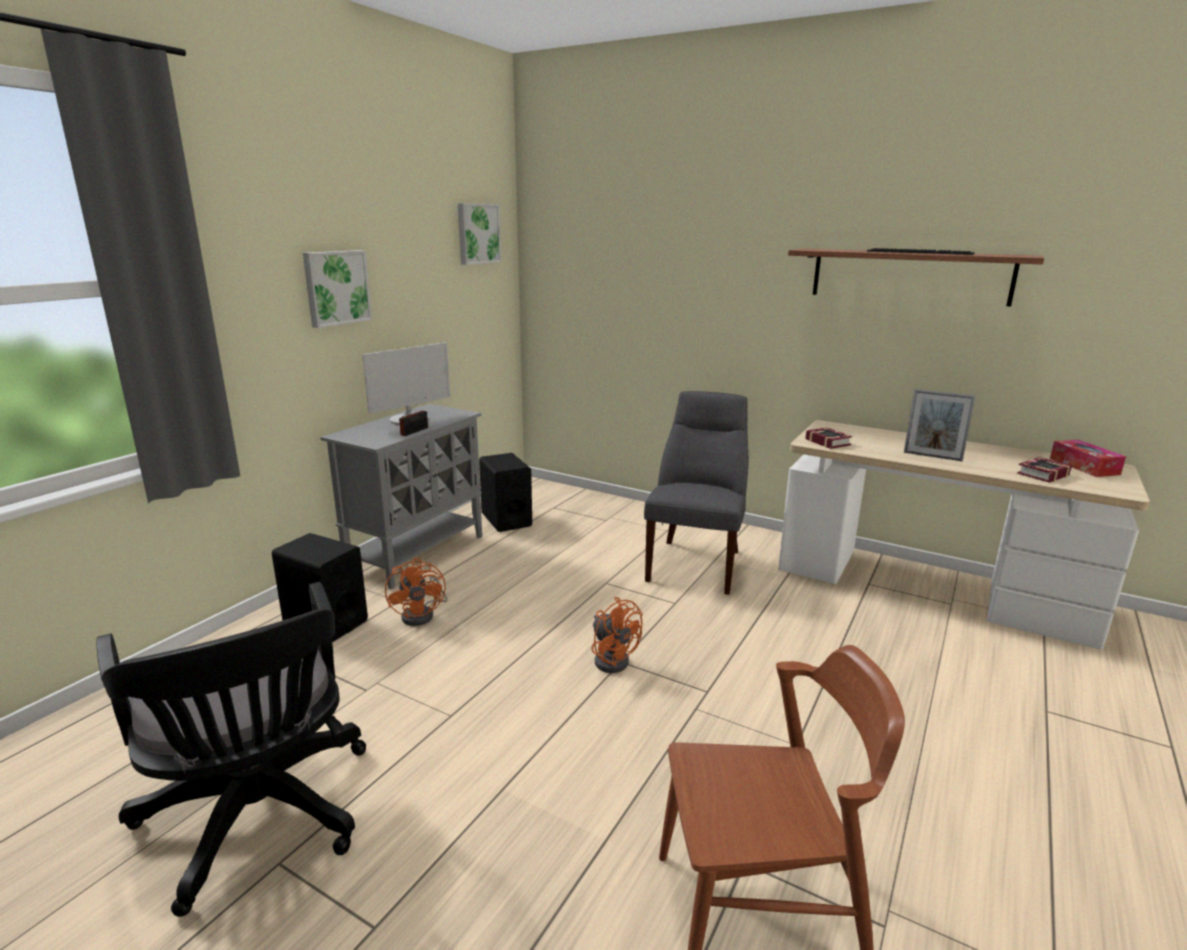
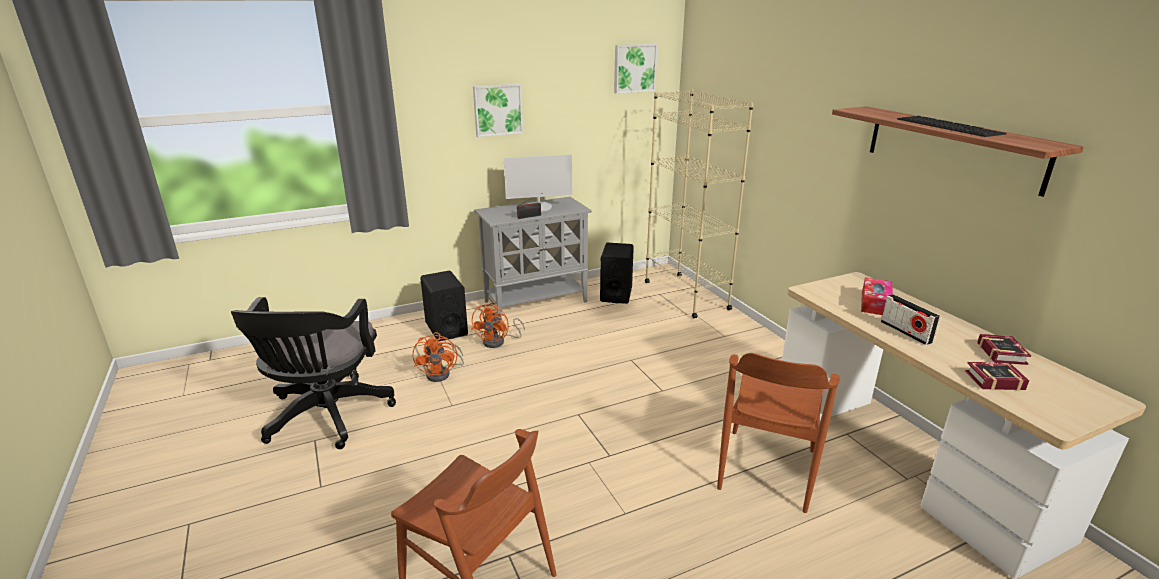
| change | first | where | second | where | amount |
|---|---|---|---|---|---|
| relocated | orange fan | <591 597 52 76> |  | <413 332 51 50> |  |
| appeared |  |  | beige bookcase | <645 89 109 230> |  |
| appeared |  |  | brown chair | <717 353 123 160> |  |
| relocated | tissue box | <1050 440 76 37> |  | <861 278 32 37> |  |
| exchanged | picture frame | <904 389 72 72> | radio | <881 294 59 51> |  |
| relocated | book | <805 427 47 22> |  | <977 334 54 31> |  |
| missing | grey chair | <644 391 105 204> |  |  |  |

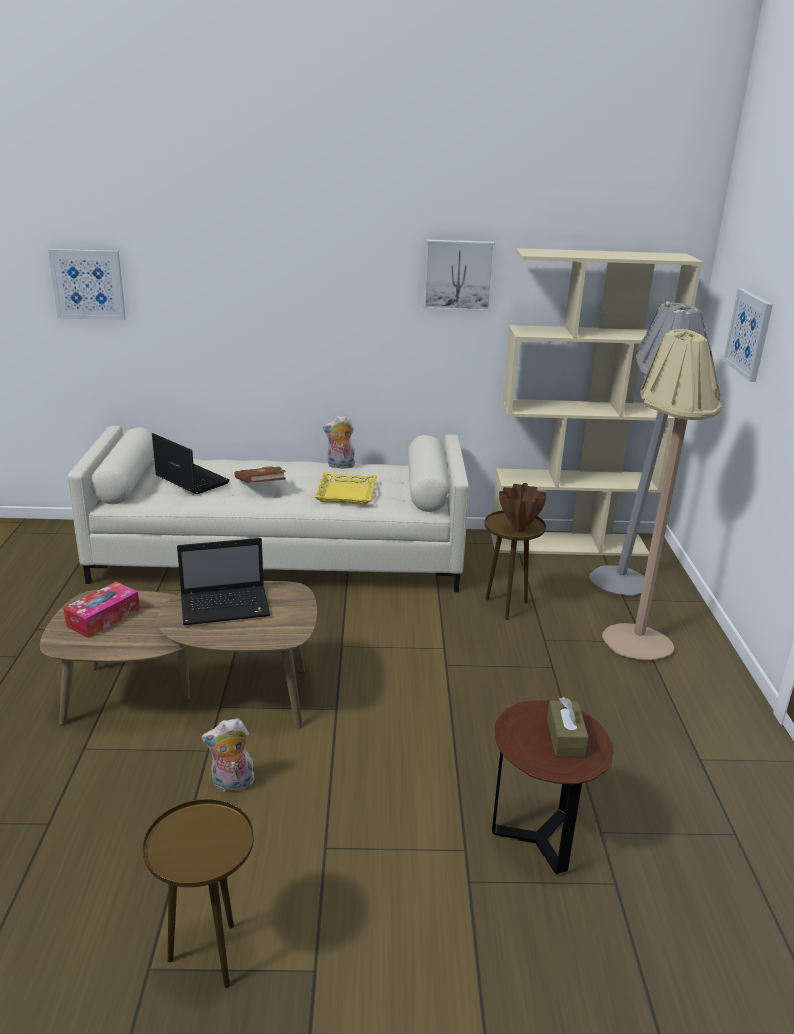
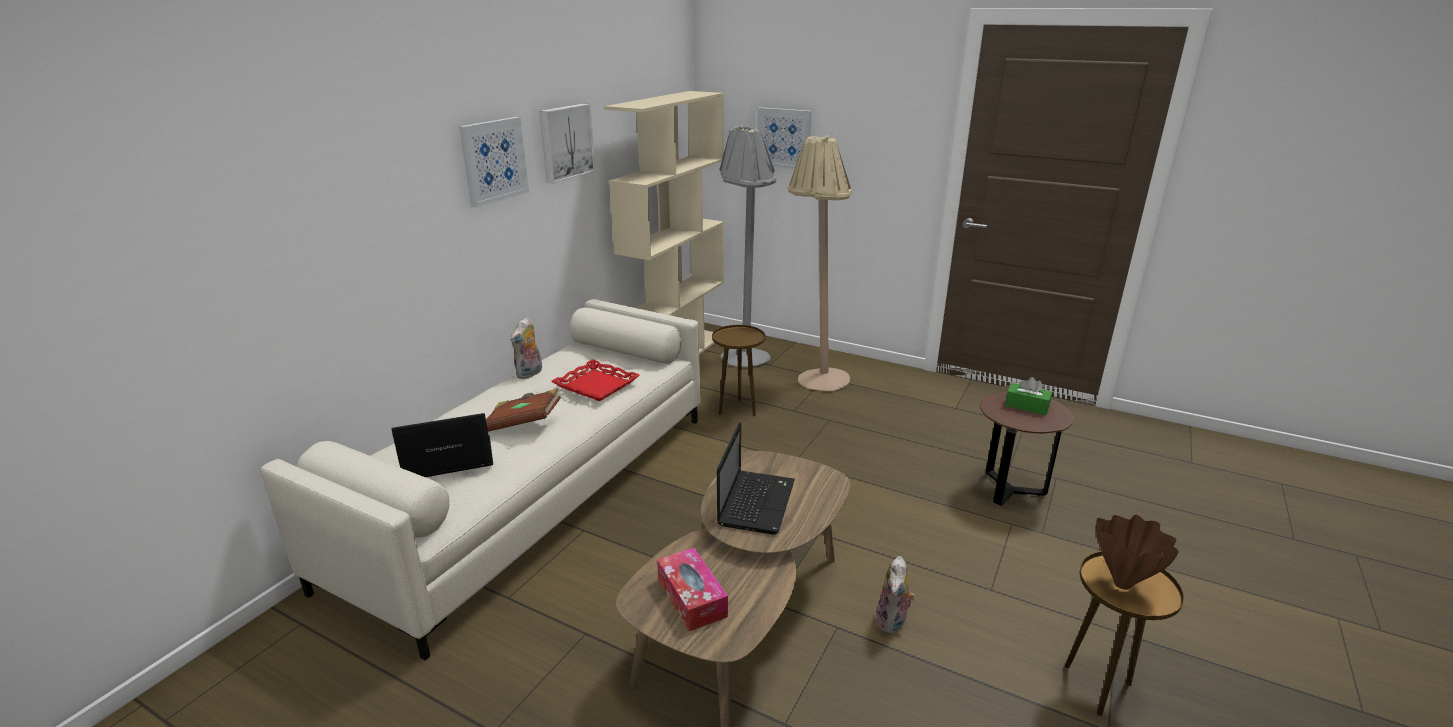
| change | first | where | second | where | amount |
|---|---|---|---|---|---|
| relocated | picture | <48 249 78 71> |  | <459 117 70 91> |  |
| colour | yellow tray | <314 472 63 33> | red tray | <551 359 89 42> |  |
| colour | brown tissue box | <547 697 42 60> | green tissue box | <1005 377 47 38> |  |
| relocated | brown vase | <499 483 47 49> |  | <1096 515 83 75> |  |

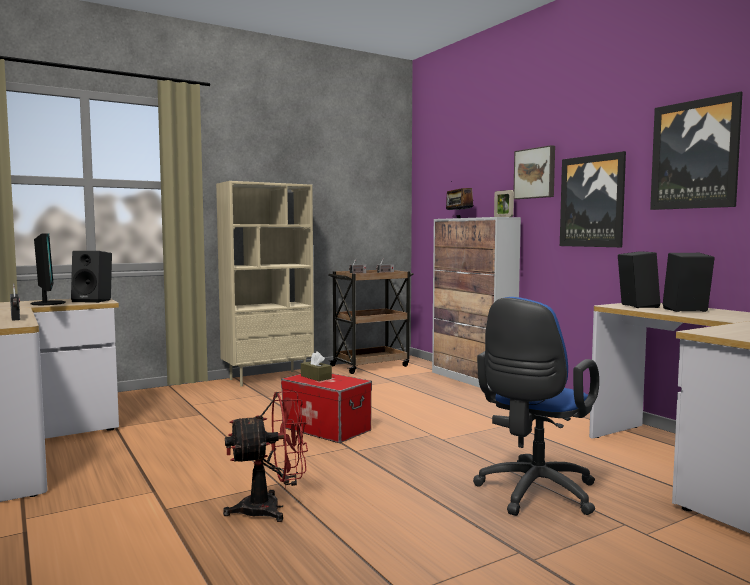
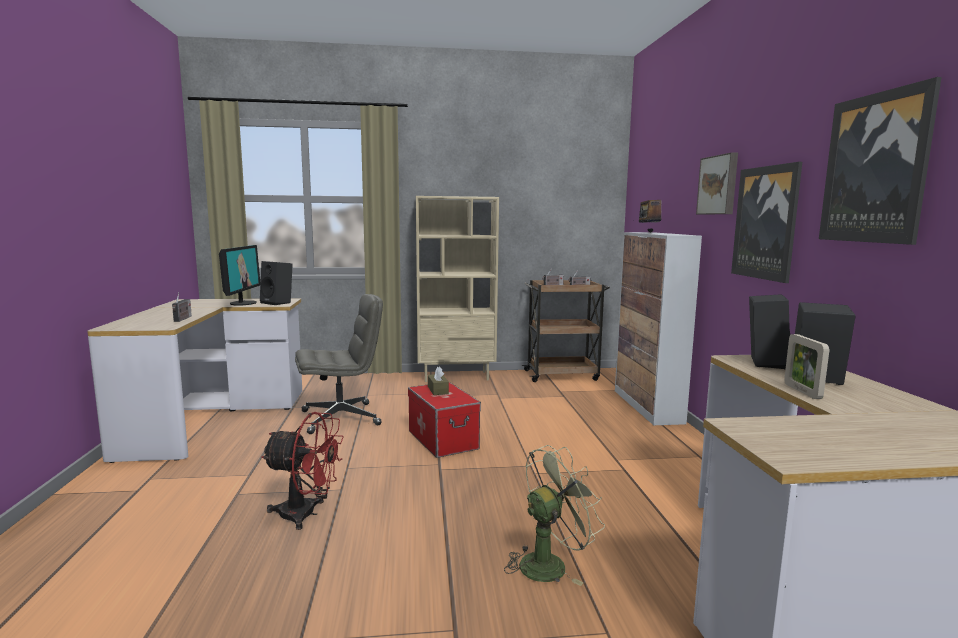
| change | first | where | second | where | amount |
|---|---|---|---|---|---|
| appeared |  |  | grey office chair | <295 294 88 140> |  |
| exchanged | blue office chair | <473 297 126 219> | green fan | <504 445 101 141> |  |
| relocated | picture frame | <494 190 20 27> |  | <784 334 45 65> |  |

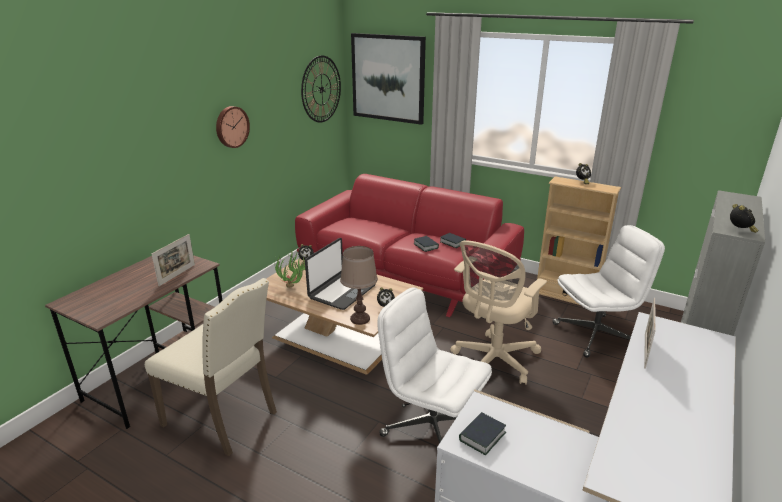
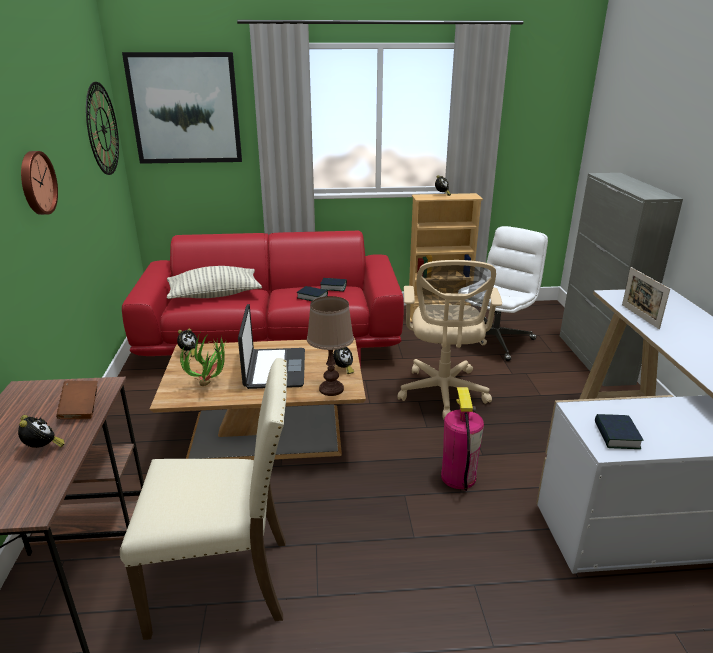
| change | first | where | second | where | amount |
|---|---|---|---|---|---|
| relocated | alarm clock | <730 204 29 29> |  | <18 415 47 33> |  |
| exchanged | picture frame | <152 234 43 52> | brown book | <56 381 42 38> |  |
| appeared |  |  | pillow | <167 266 95 33> |  |
| exchanged | white office chair | <377 288 115 156> | fire extinguisher | <441 387 43 104> |  |

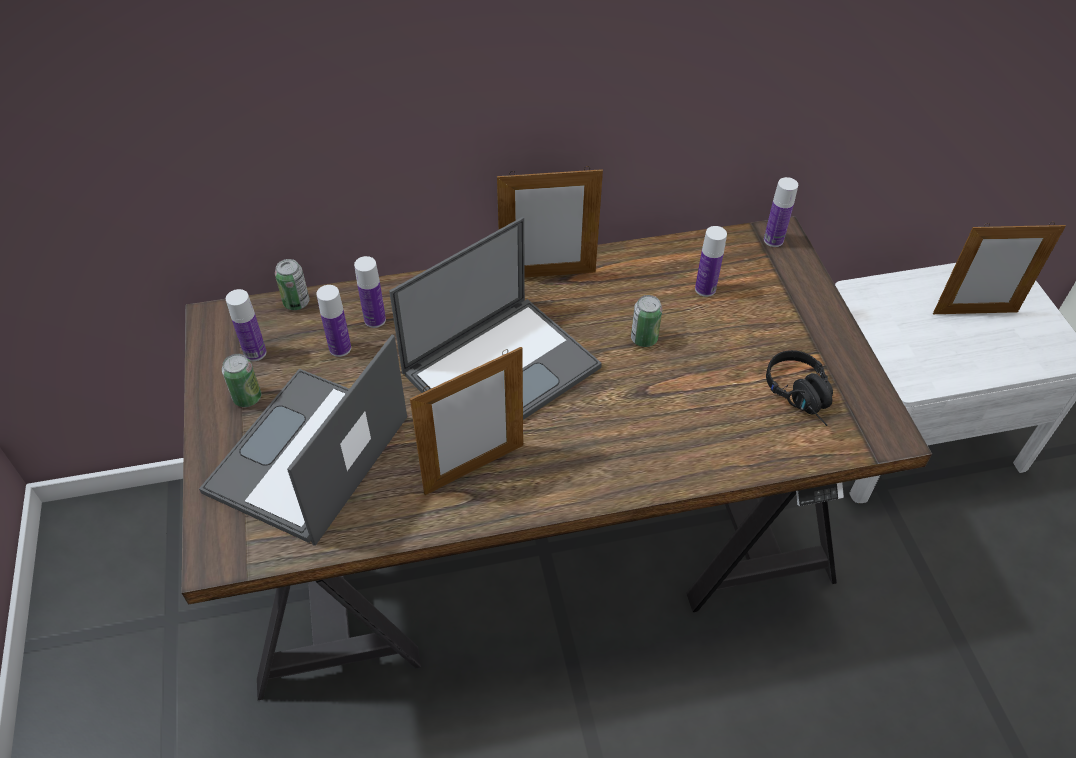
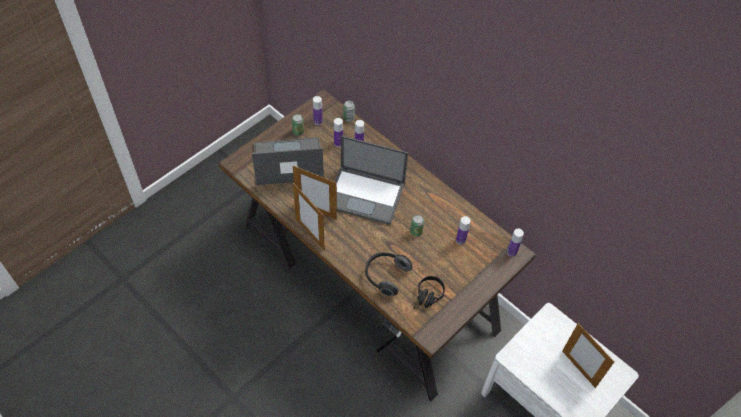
| change | first | where | second | where | amount |
|---|---|---|---|---|---|
| relocated | picture frame | <497 166 106 112> |  | <293 183 32 67> |  |
| appeared |  |  | headphones | <365 252 48 44> |  |

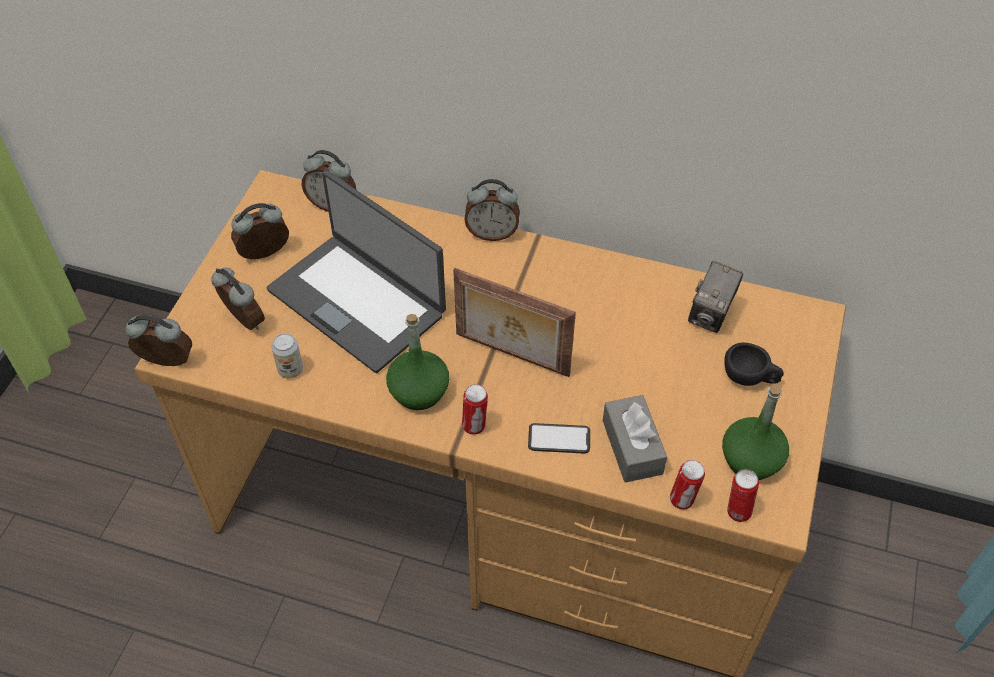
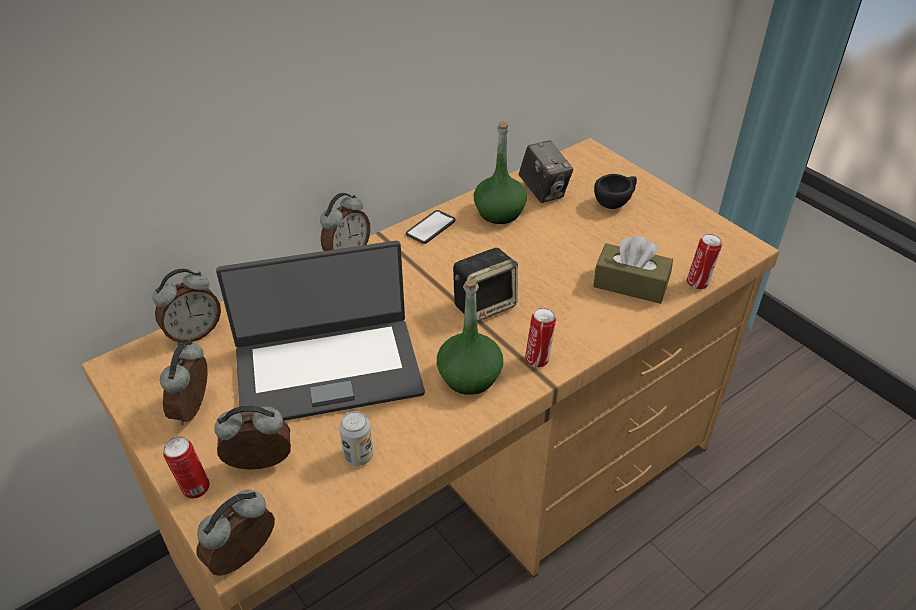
| change | first | where | second | where | amount |
|---|---|---|---|---|---|
| relocated | can | <727 469 32 53> |  | <163 436 47 63> |  |
| relocated | phone | <528 423 62 31> |  | <406 210 50 34> |  |
| exchanged | picture frame | <453 268 123 109> | speaker | <453 248 65 74> |  |
| relocated | green bottle | <722 384 67 96> |  | <474 121 53 103> |  |
| colour | grey tissue box | <603 395 64 88> | brown tissue box | <593 236 80 68> |  |

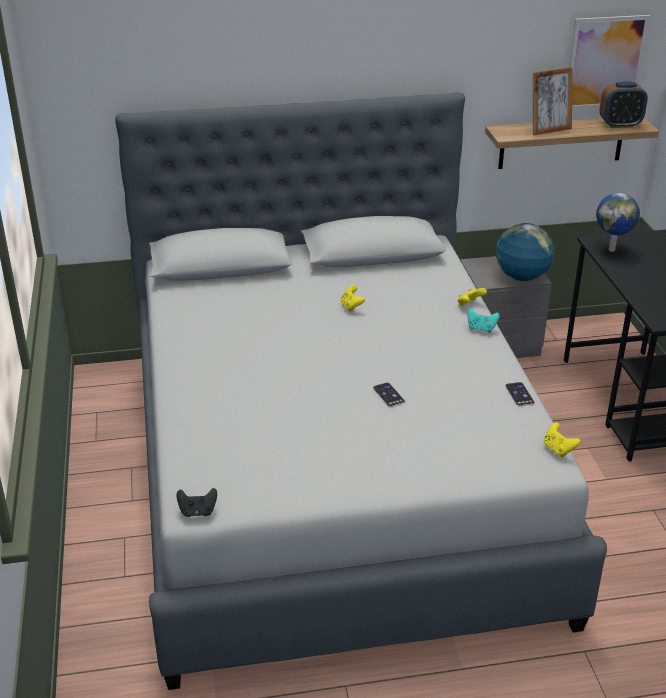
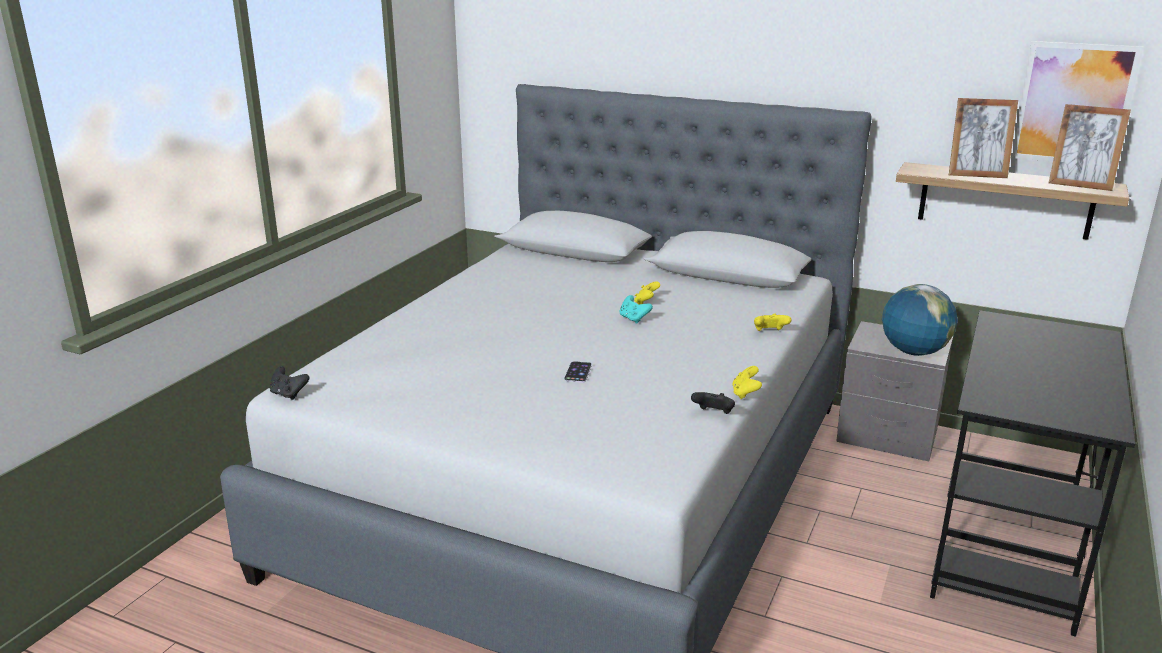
| change | first | where | second | where | amount |
|---|---|---|---|---|---|
| relocated | turquoise game controller | <468 308 32 25> |  | <619 295 34 29> |  |
| exchanged | phone | <505 382 30 24> | black game controller | <691 392 44 22> |  |
| relocated | yellow game controller | <544 422 37 35> |  | <732 366 30 33> |  |
| exchanged | alarm clock | <599 81 49 47> | picture frame | <1049 104 82 87> |  |
| missing | globe | <596 193 44 59> |  |  |  |

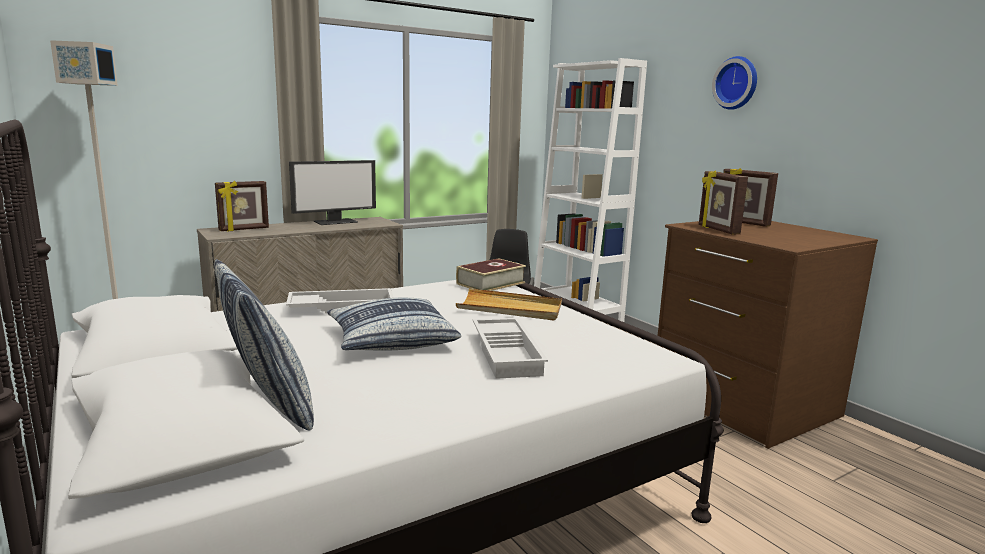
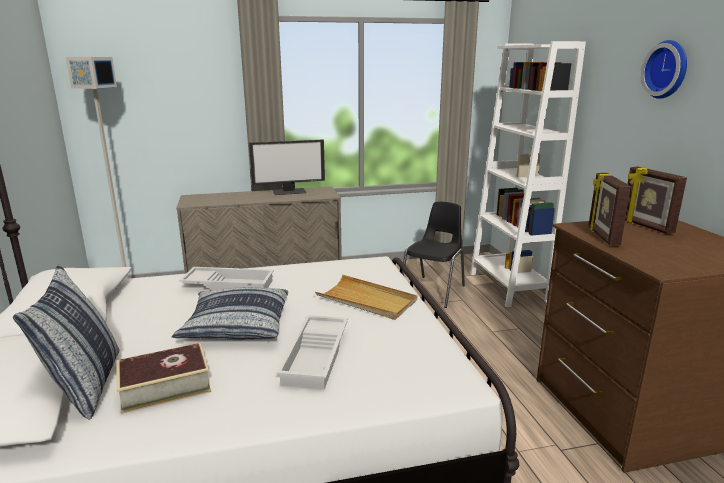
| change | first | where | second | where | amount |
|---|---|---|---|---|---|
| relocated | book | <456 258 70 33> |  | <116 343 95 71> |  |
| missing | picture frame | <215 181 54 50> |  |  |  |

